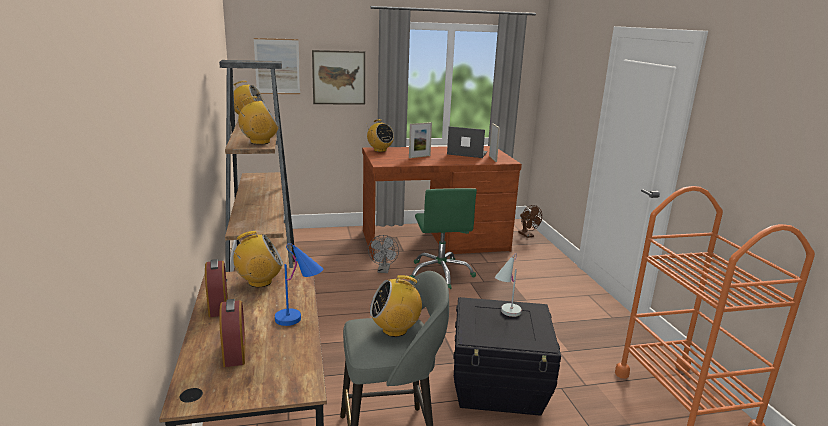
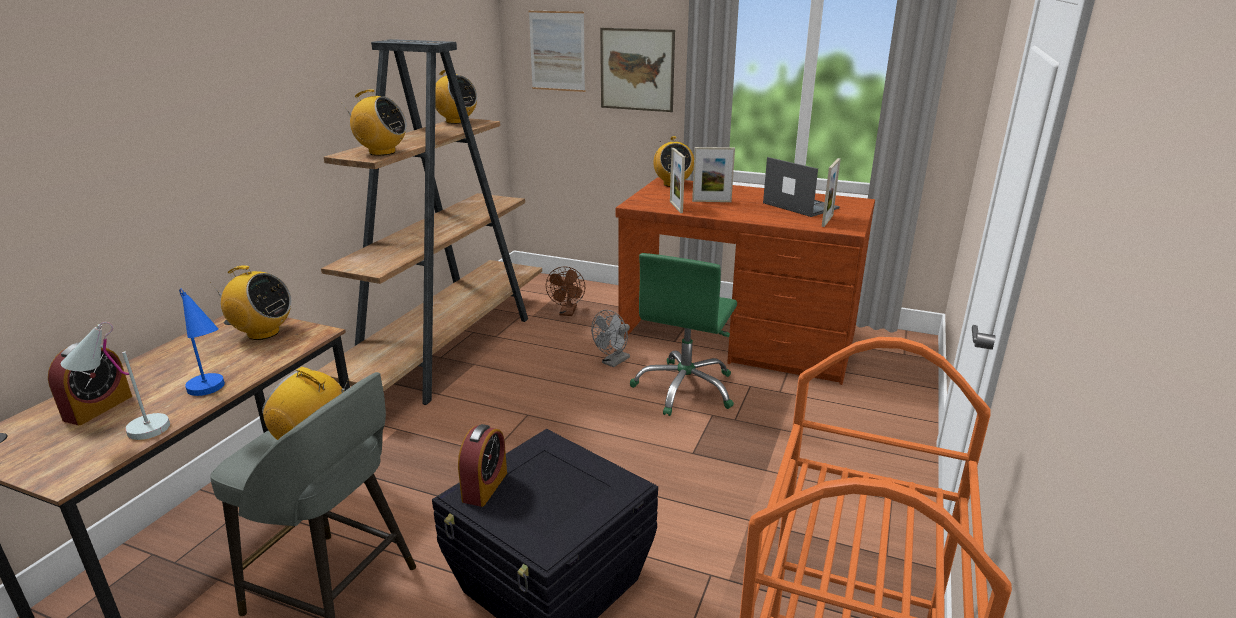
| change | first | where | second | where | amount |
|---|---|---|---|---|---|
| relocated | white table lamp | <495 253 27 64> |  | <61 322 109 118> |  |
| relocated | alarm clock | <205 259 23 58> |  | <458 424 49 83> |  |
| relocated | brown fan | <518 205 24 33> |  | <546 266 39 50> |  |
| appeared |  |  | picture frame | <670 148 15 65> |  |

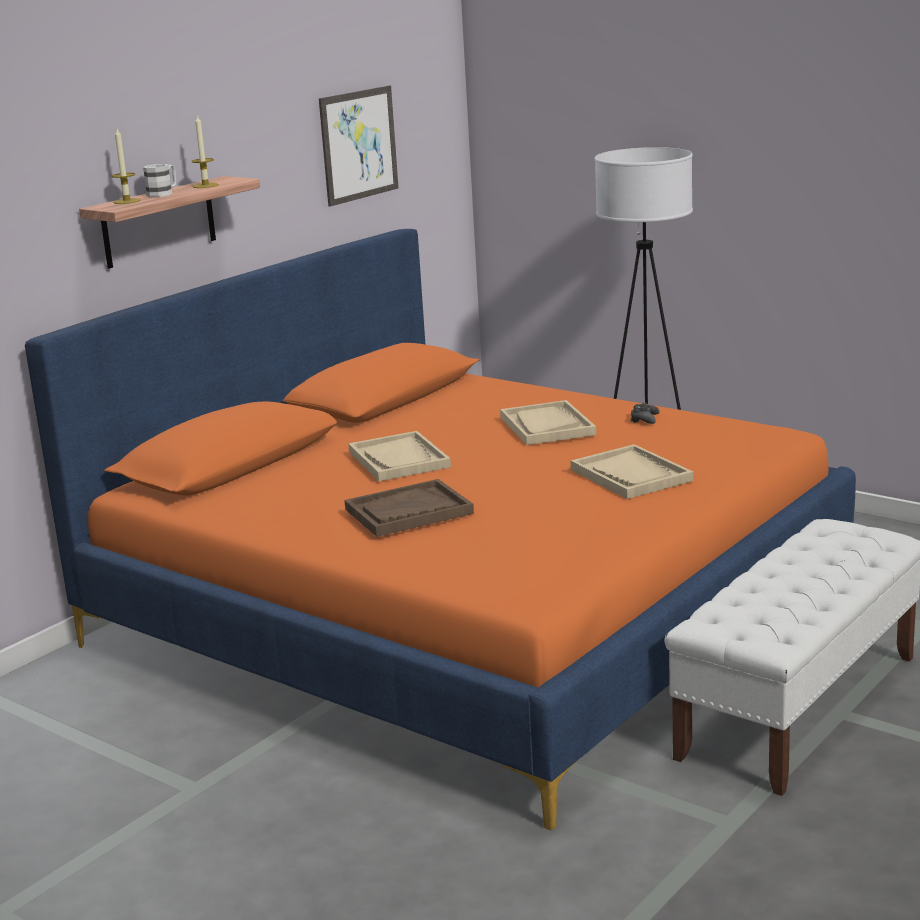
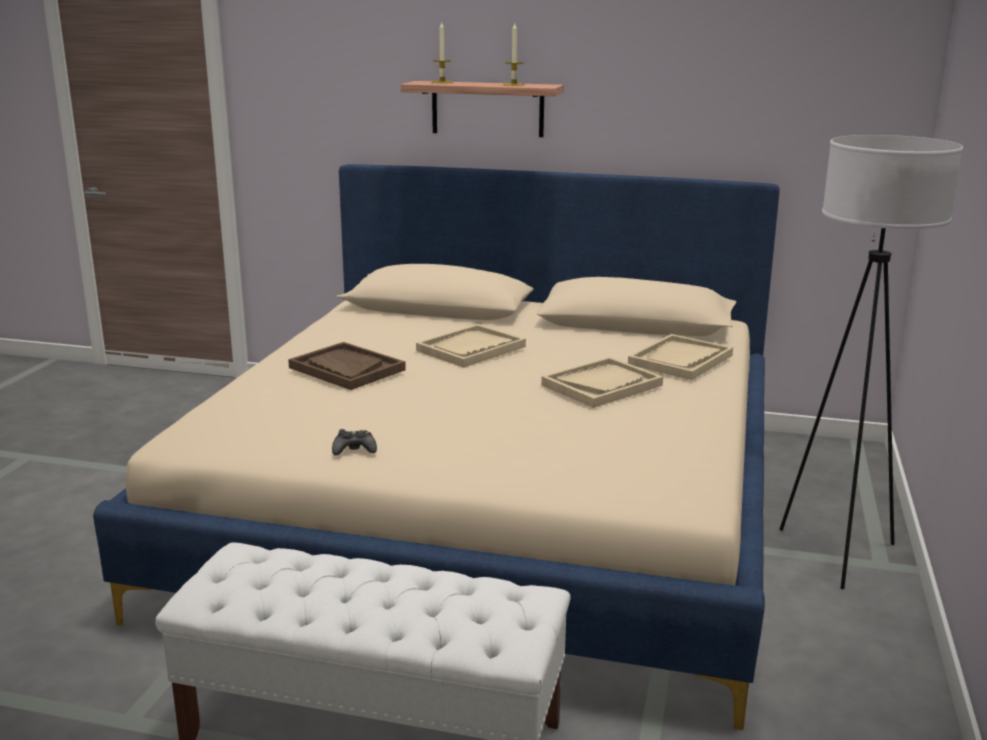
| change | first | where | second | where | amount |
|---|---|---|---|---|---|
| colour | orange bed | <25 229 831 601> | beige bed | <93 164 687 566> |  |
| relocated | black game controller | <630 403 30 21> |  | <332 429 45 27> |  |
| relocated | beige tray | <571 444 122 55> |  | <628 334 105 46> |  |
| missing | white mug | <143 164 33 33> |  |  |  |
| missing | picture | <319 86 80 121> |  |  |  |

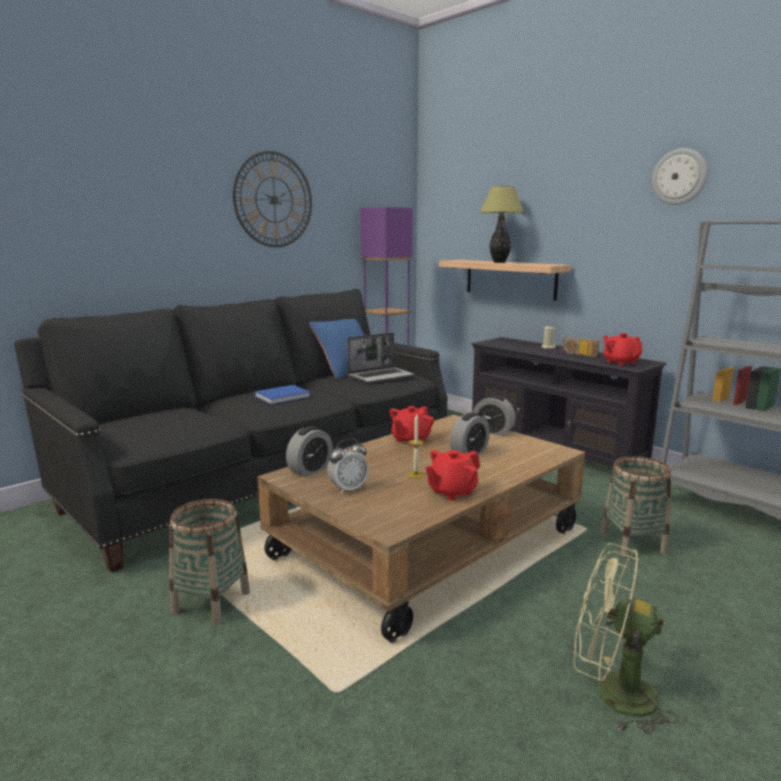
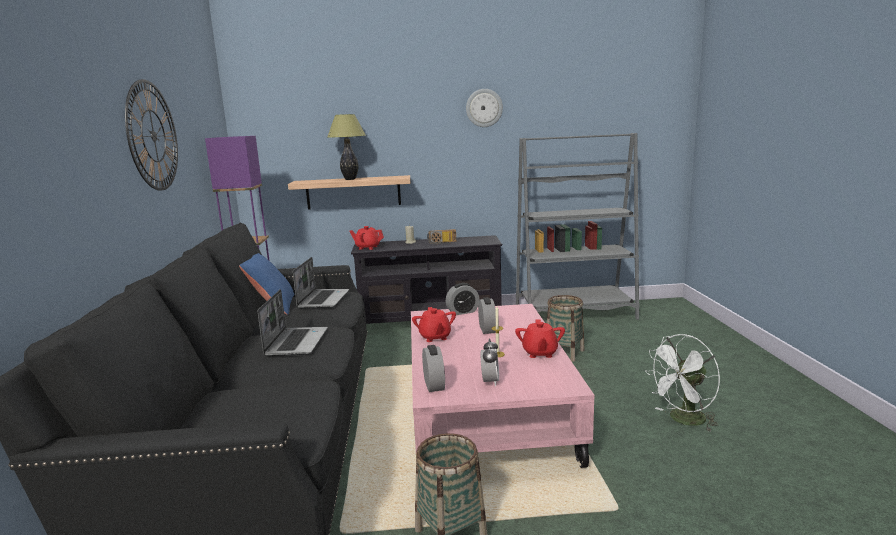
| change | first | where | second | where | amount |
|---|---|---|---|---|---|
| exchanged | blue book | <254 385 57 19> | laptop | <258 289 70 67> |  |
| relocated | red teapot | <603 333 40 33> |  | <349 226 35 24> |  |
| colour | brown coffee table | <257 415 328 228> | pink coffee table | <411 304 184 164> |  |
| colour | green fan | <573 543 106 192> | white fan | <645 334 75 98> |  |

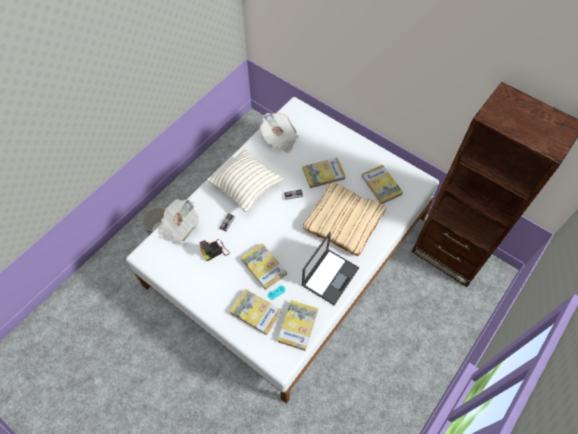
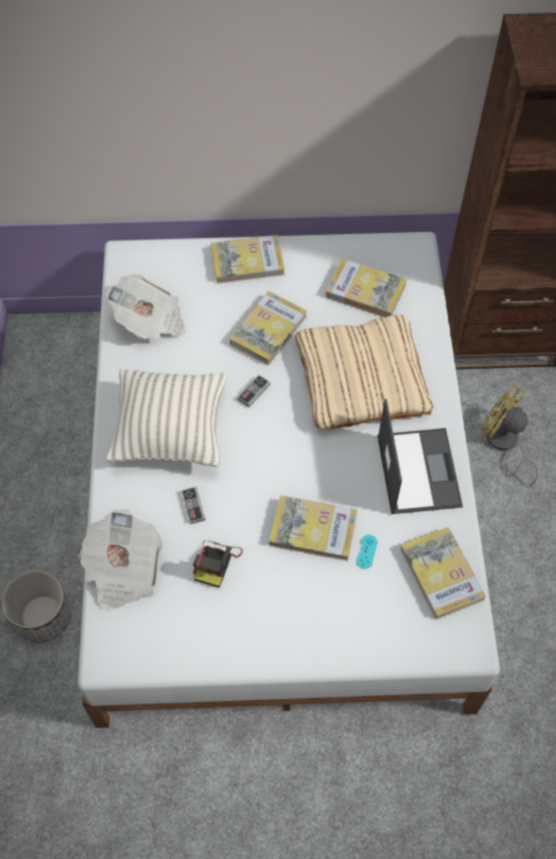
| change | first | where | second | where | amount |
|---|---|---|---|---|---|
| relocated | book | <230 289 52 46> |  | <211 235 74 49> |  |
| appeared |  |  | yellow fan | <481 384 58 103> |  |

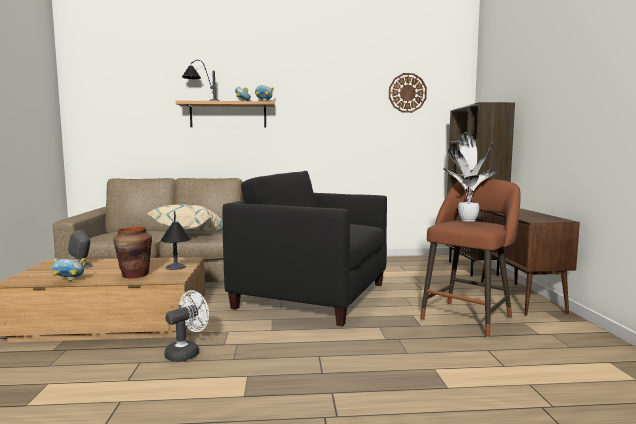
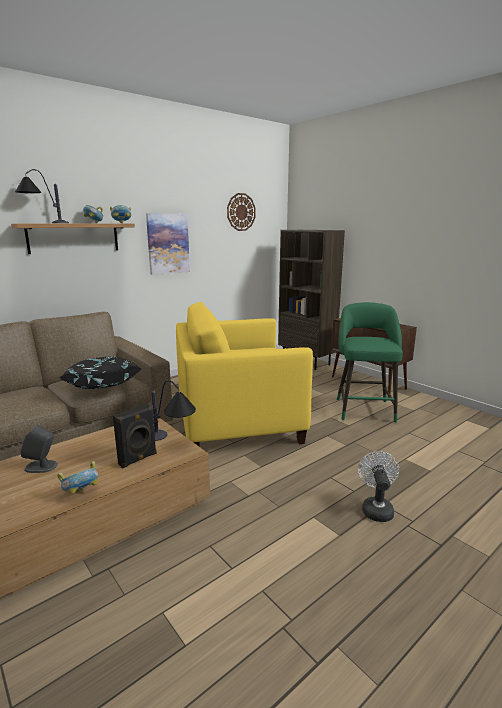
| change | first | where | second | where | amount |
|---|---|---|---|---|---|
| colour | beige pillow | <148 205 75 29> | black pillow | <59 357 82 32> |  |
| exchanged | brown vase | <113 227 39 51> | black speaker | <113 404 44 65> |  |
| appeared |  |  | picture | <146 213 44 62> |  |
| colour | black armchair | <222 171 165 155> | yellow armchair | <176 302 137 144> |  |
| colour | brown stool | <420 179 101 159> | green stool | <337 302 66 121> |  |
| relocated | white fan | <164 290 45 72> |  | <358 451 41 71> |  |
| missing | potted plant | <443 133 53 89> |  |  |  |

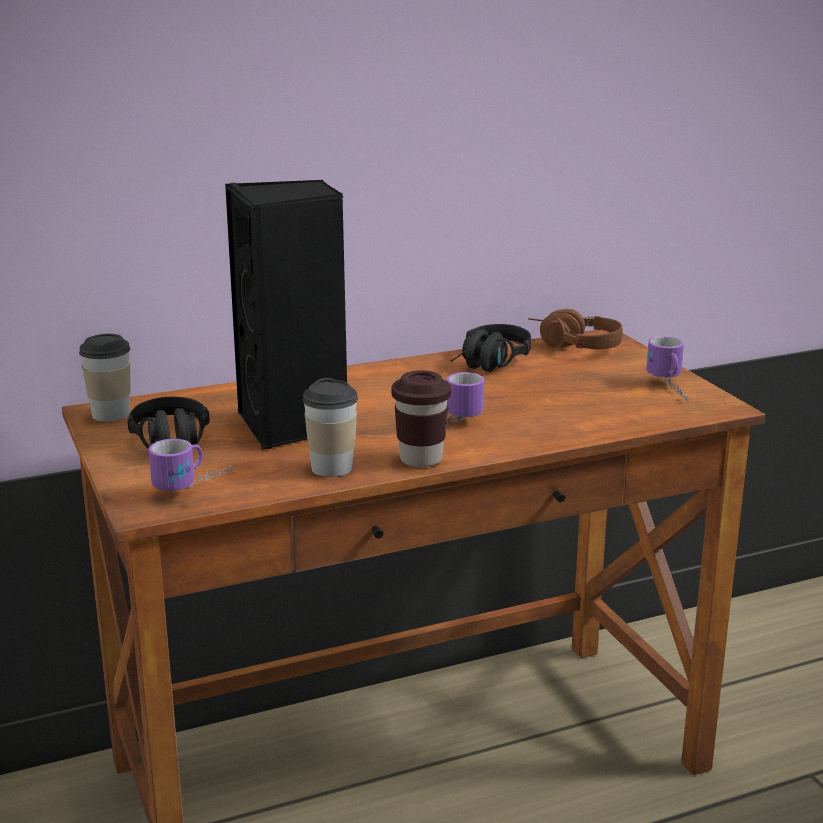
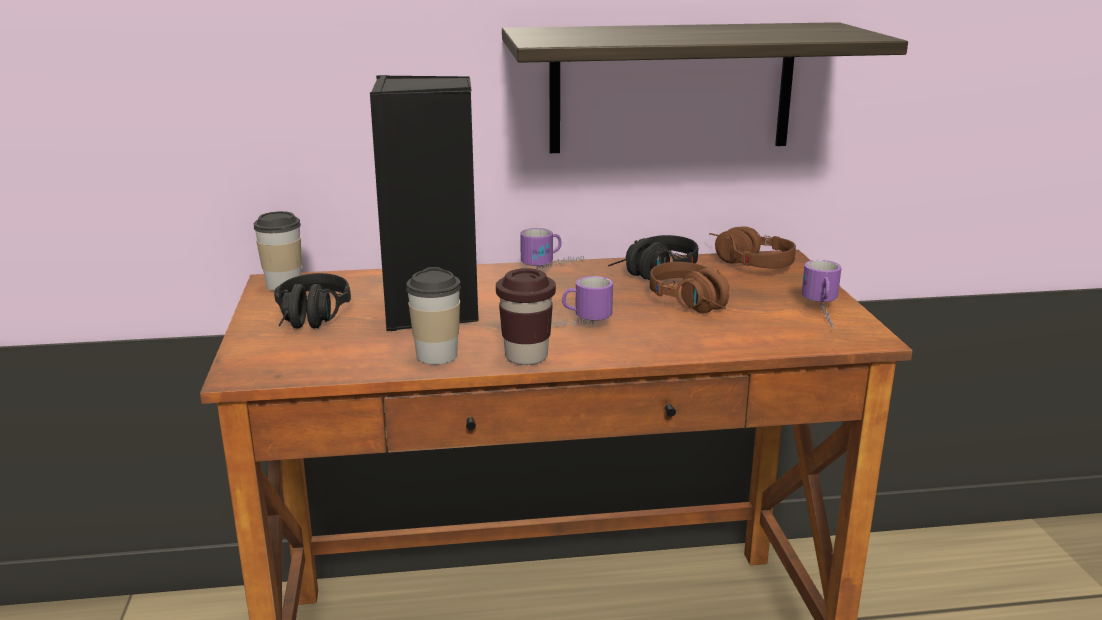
| change | first | where | second | where | amount |
|---|---|---|---|---|---|
| appeared |  |  | shelf | <502 22 406 131> |  |
| relocated | mug | <148 439 84 53> |  | <520 228 64 41> |  |
| appeared |  |  | brown headphones | <650 262 79 52> |  |

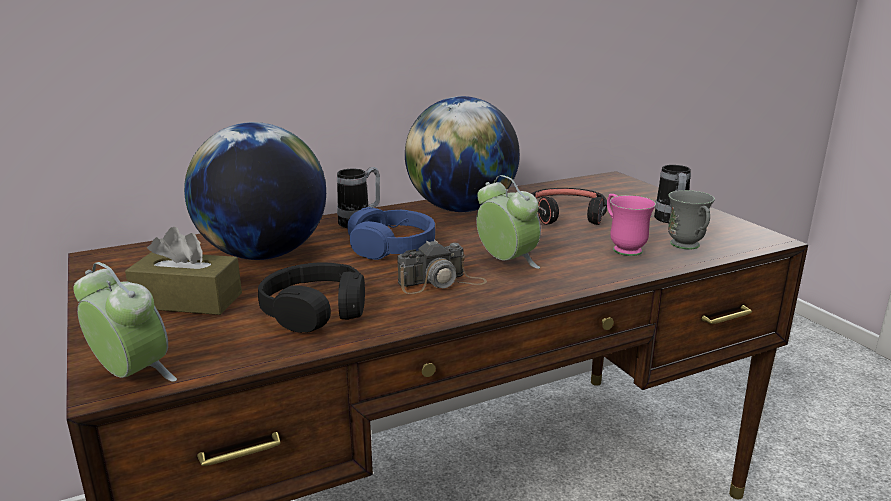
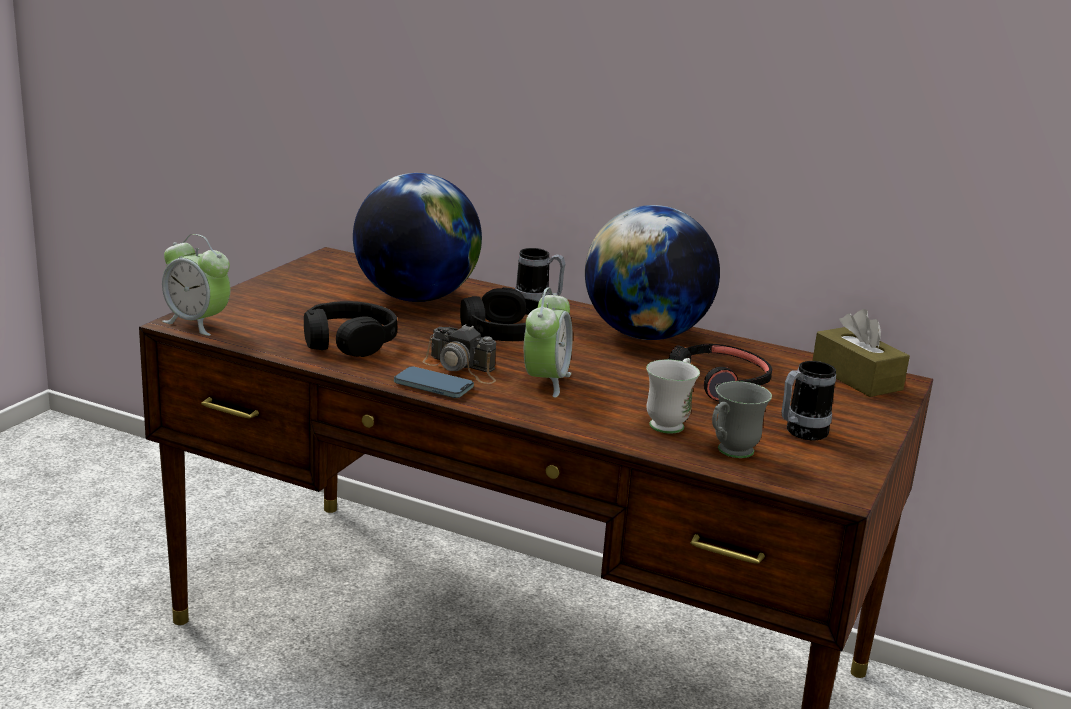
| change | first | where | second | where | amount |
|---|---|---|---|---|---|
| spun | alarm clock | <73 262 104 120> |  | <162 234 69 102> | 120 degrees clockwise |
| appeared |  |  | phone | <394 367 80 31> |  |
| colour | blue headphones | <347 207 88 53> | black headphones | <460 287 79 54> |  |
| colour | pink mug | <607 194 49 62> | white mug | <646 358 54 76> |  |
| relocated | brown tissue box | <125 227 117 88> |  | <812 309 98 88> |  |

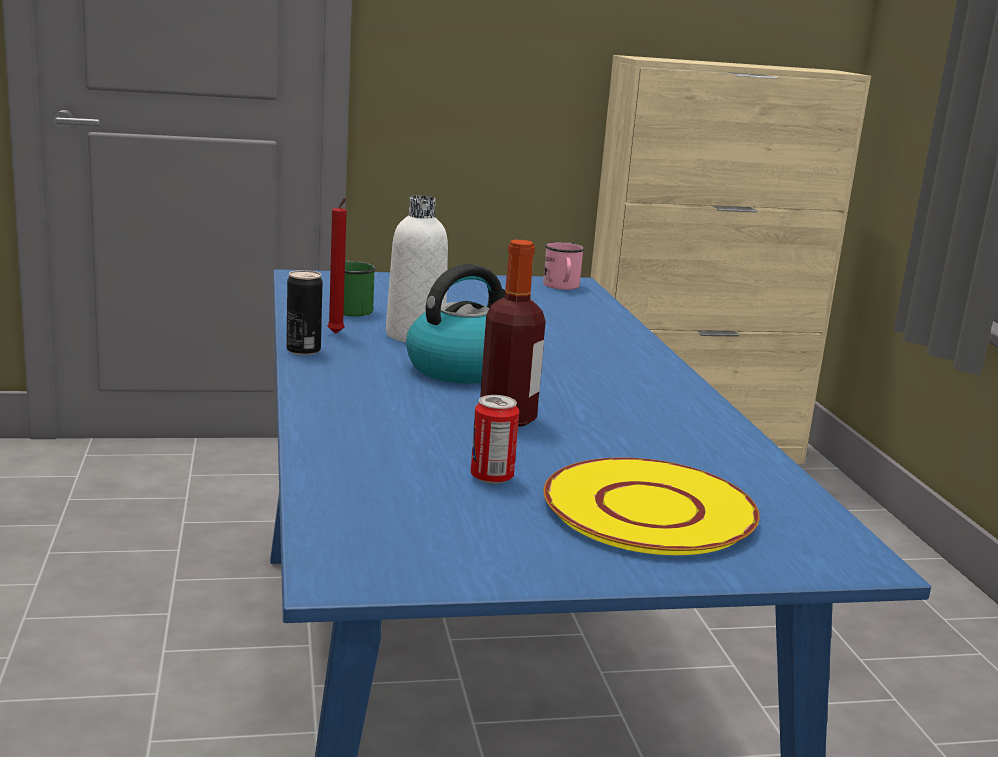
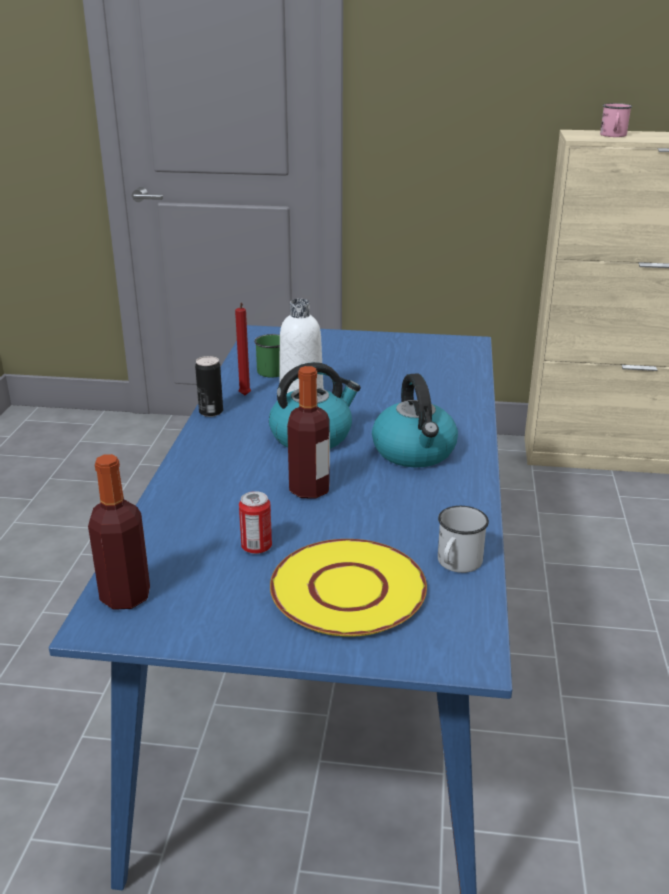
| change | first | where | second | where | amount |
|---|---|---|---|---|---|
| appeared |  |  | bottle | <88 454 62 156> |  |
| appeared |  |  | kettle | <372 373 86 94> |  |
| appeared |  |  | white mug | <438 506 51 67> |  |
| relocated | pink mug | <543 242 42 48> |  | <600 103 32 34> |  |

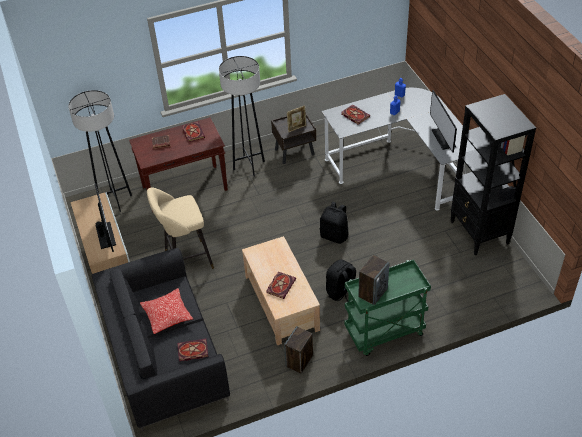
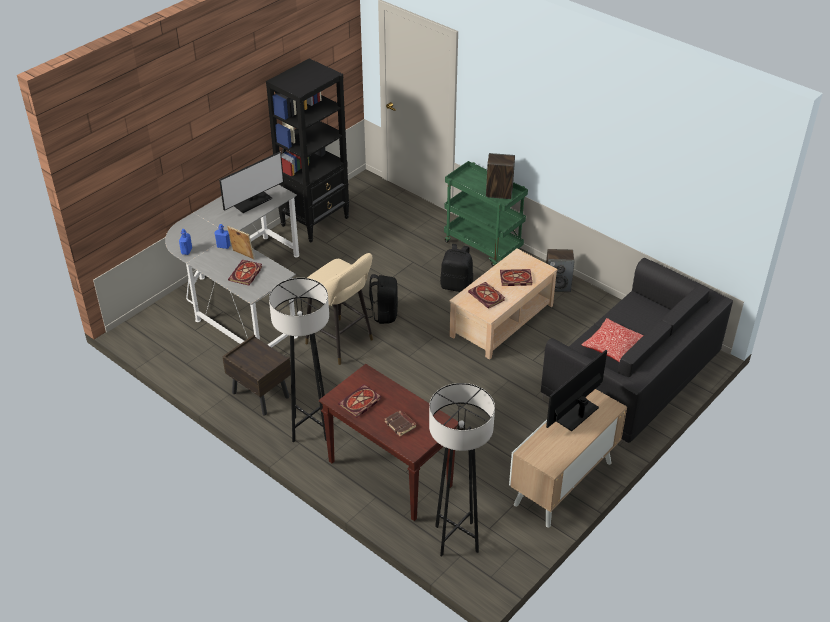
| change | first | where | second | where | amount |
|---|---|---|---|---|---|
| relocated | picture frame | <287 105 19 27> |  | <227 226 28 33> |  |
| relocated | beige stool | <147 188 67 81> |  | <305 253 68 112> |  |
| relocated | book | <177 339 31 22> |  | <468 282 37 27> |  |

